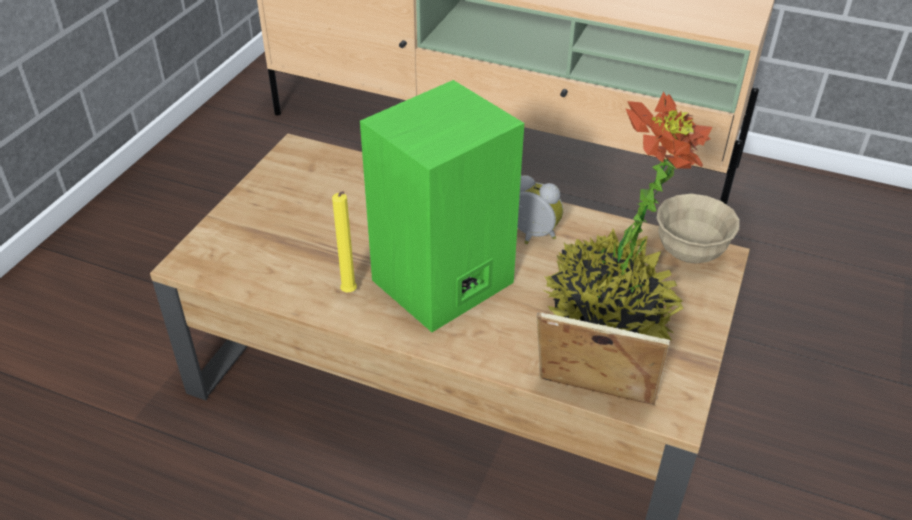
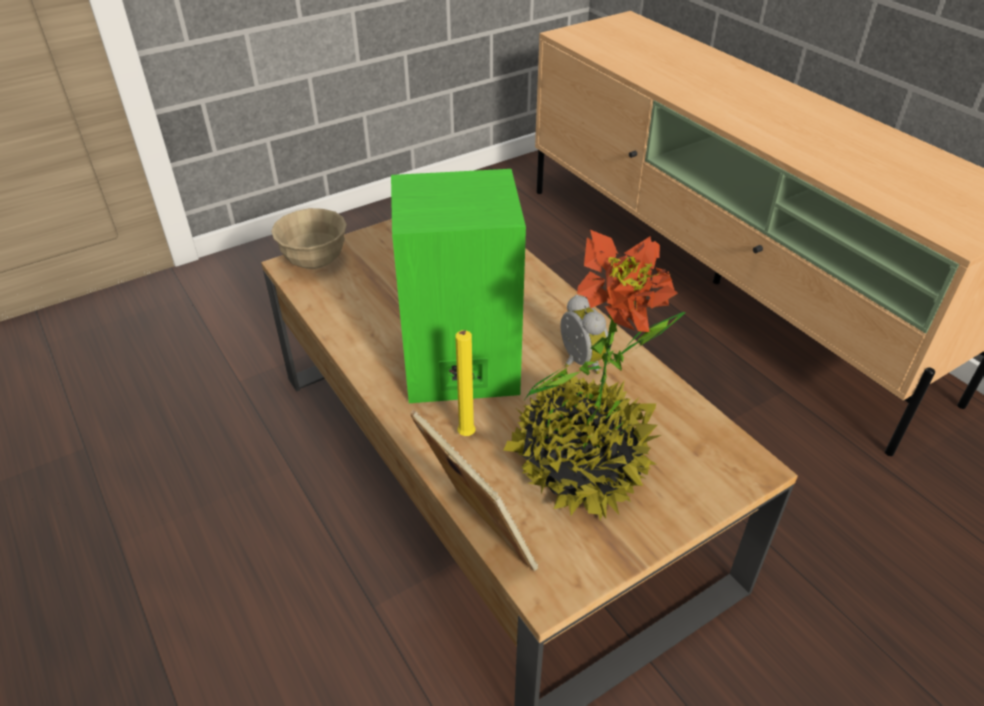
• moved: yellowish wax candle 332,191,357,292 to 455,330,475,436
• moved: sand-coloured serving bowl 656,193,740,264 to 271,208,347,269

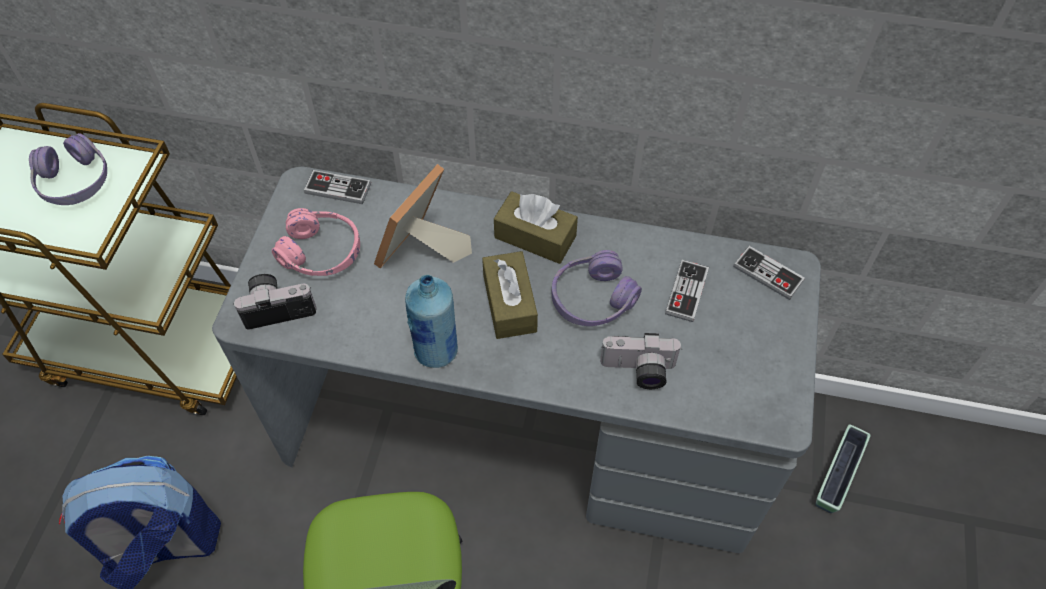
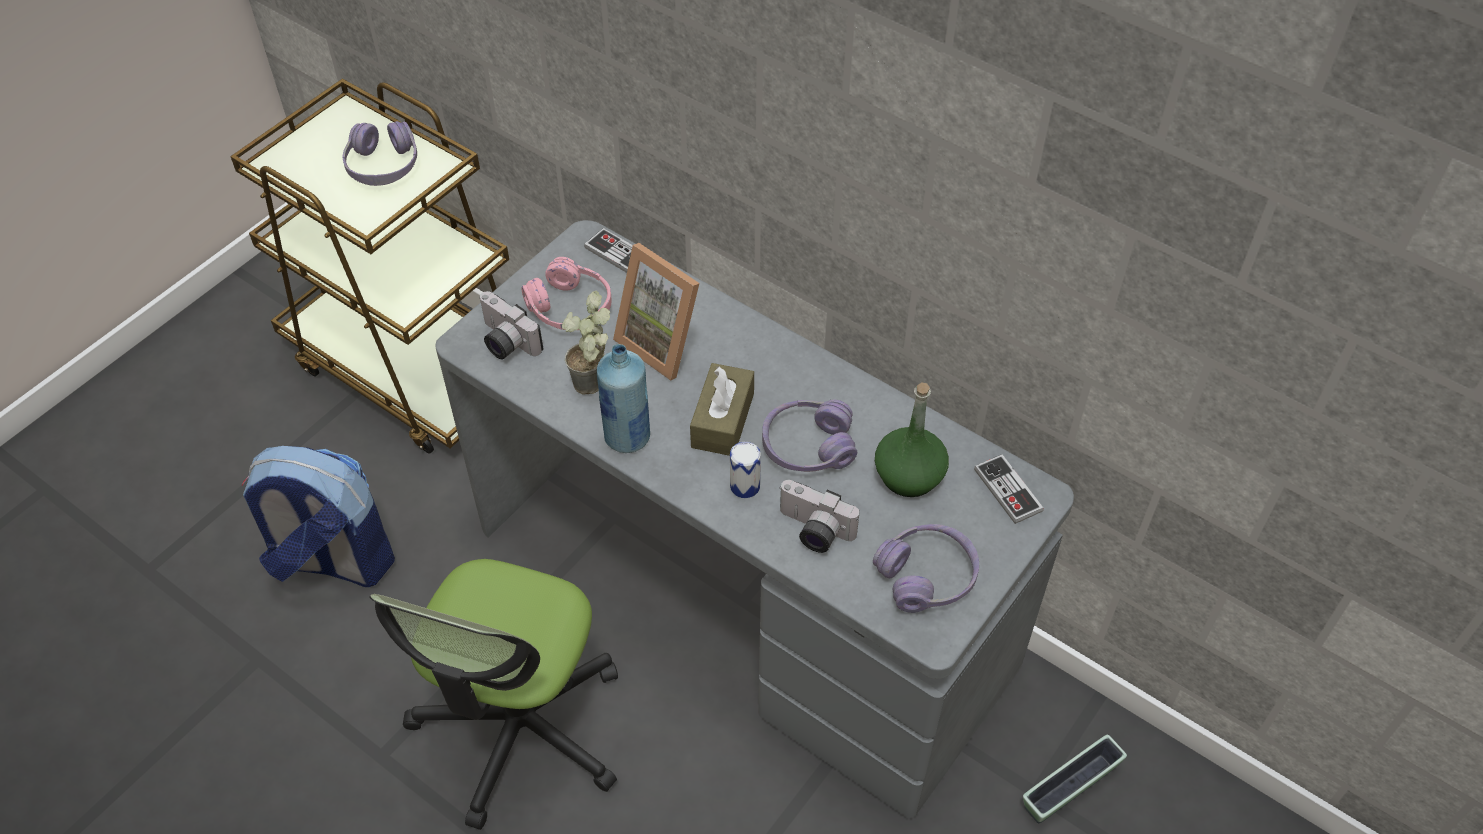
• turned: photo camera 233,274,316,330 = 479,291,543,359 150 degrees counterclockwise
• turned: picture frame 374,164,472,269 = 613,243,699,381 105 degrees counterclockwise
• removed: brownish box of tissues 494,191,578,264
• replaced: gamepad 665,260,709,322 to green beverage bottle 875,382,949,497
• added: potted plant 562,291,611,395
• added: sealed can 730,442,761,498
• added: purplish headset 873,524,979,613

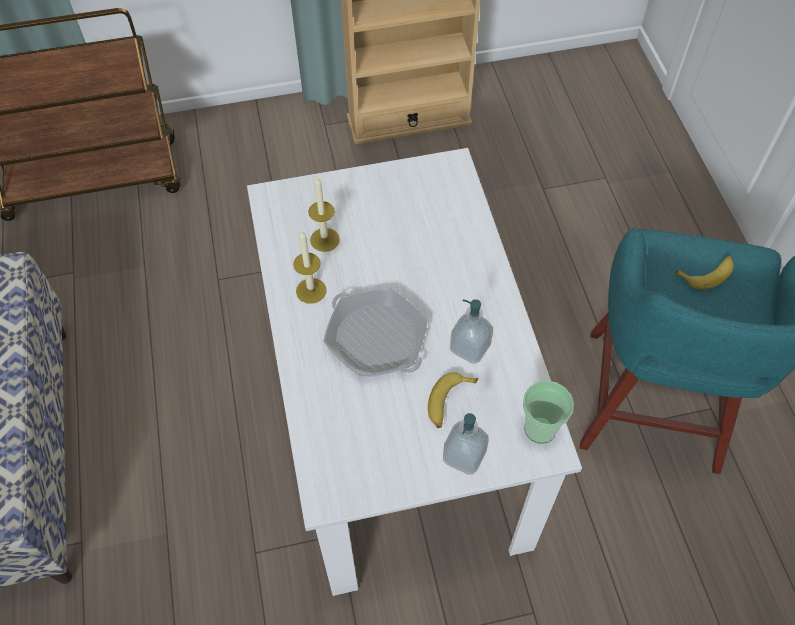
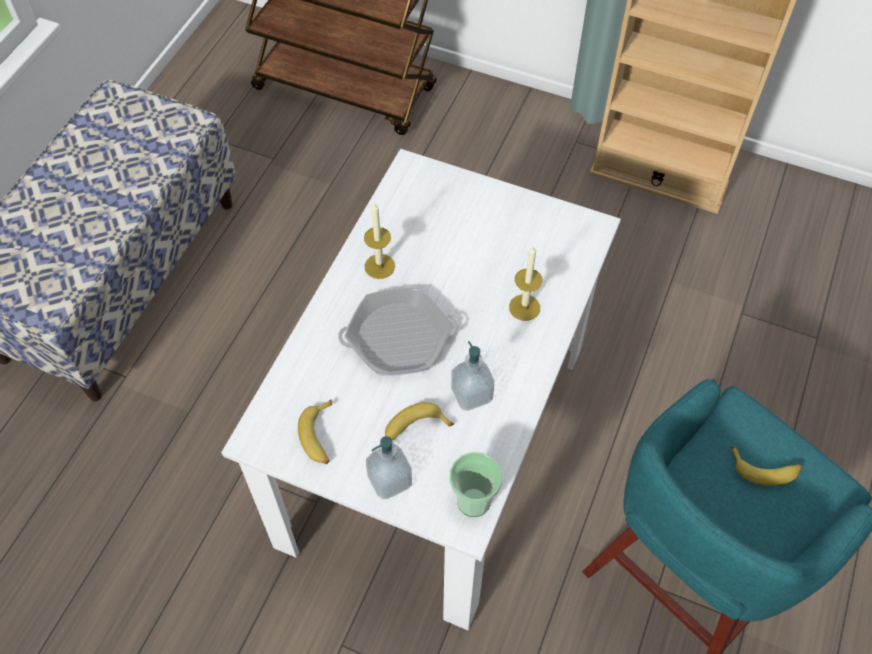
• moved: wax candle 308,177,340,252 to 509,246,542,321
• turned: pan 323,288,428,378 = 338,288,459,376 90 degrees counterclockwise
• added: whole banana 298,400,332,464

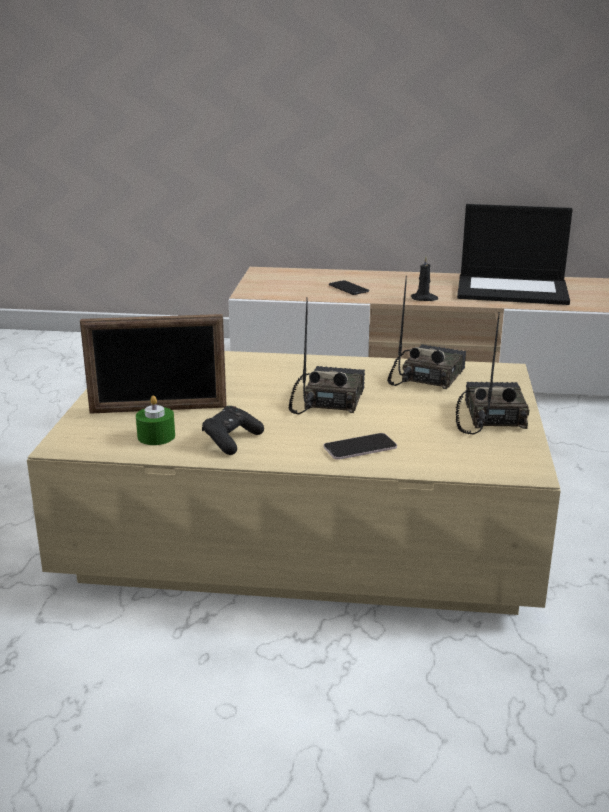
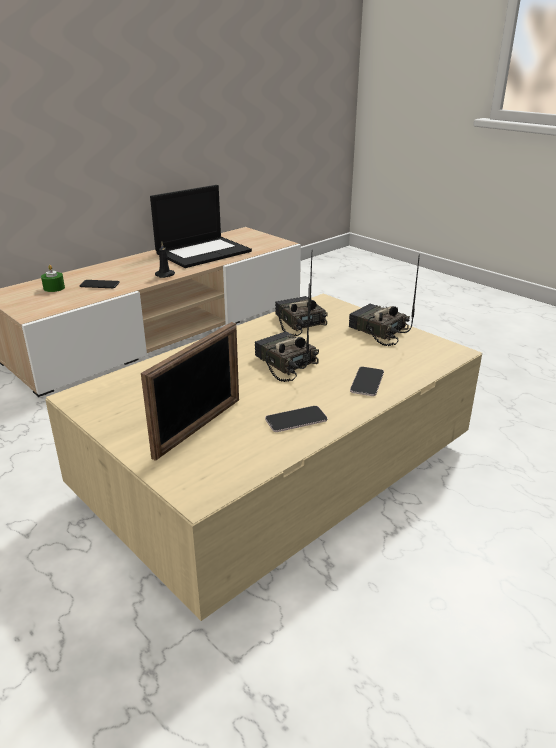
• moved: green wax candle 136,395,175,445 to 41,265,65,292
• replaced: black gamepad 202,406,264,455 to handset 265,406,327,432

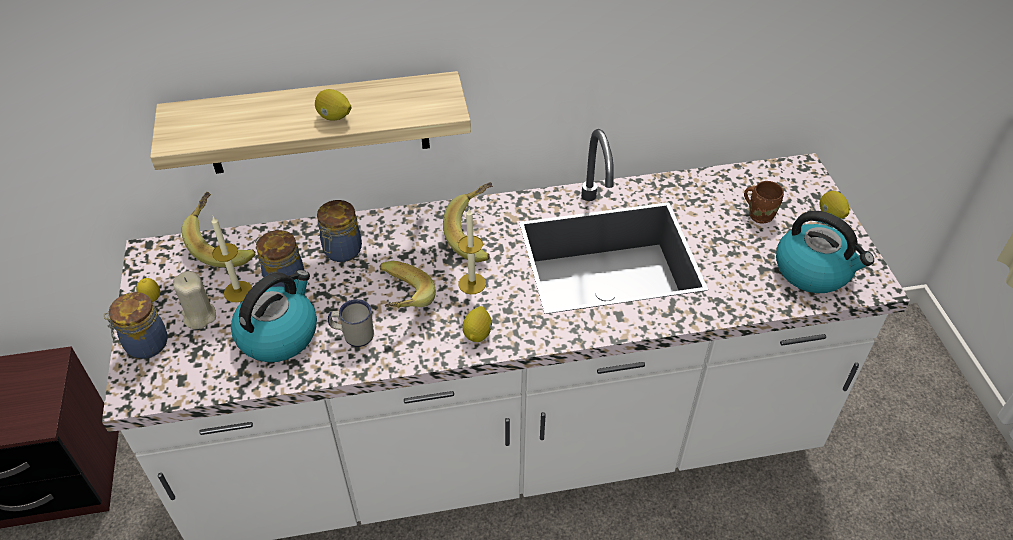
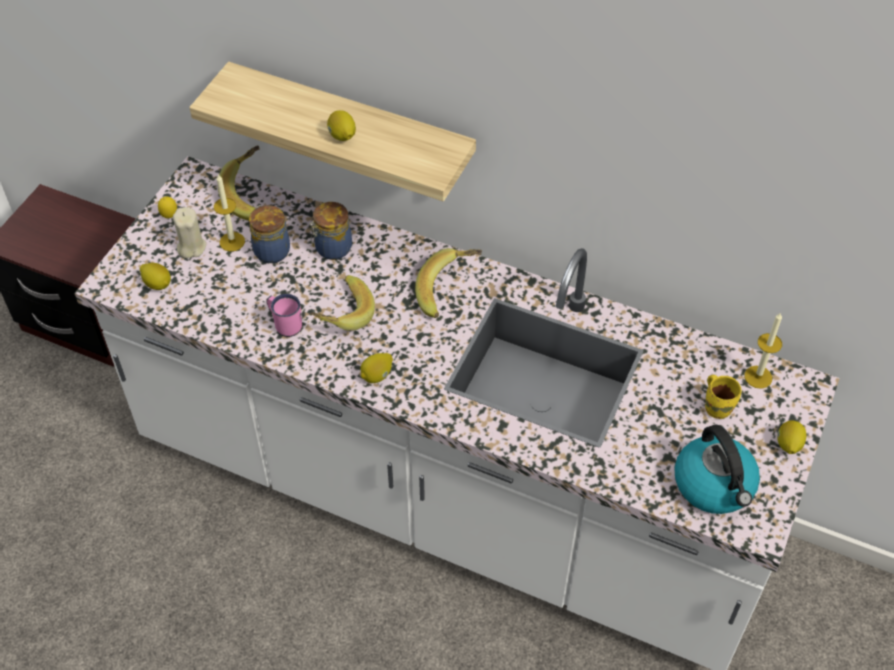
• removed: jar 104,292,168,359
• removed: kettle 231,270,317,362
• recoloured: white-coloured coffee mug 328,299,374,347 to pinkish coffee mug 266,294,302,337
• moved: wax candle 458,209,486,294 to 745,312,782,389
• recoloured: brownish coffee mug 744,181,784,223 to yellowish coffee mug 705,375,742,419
• added: lemon 140,263,171,290

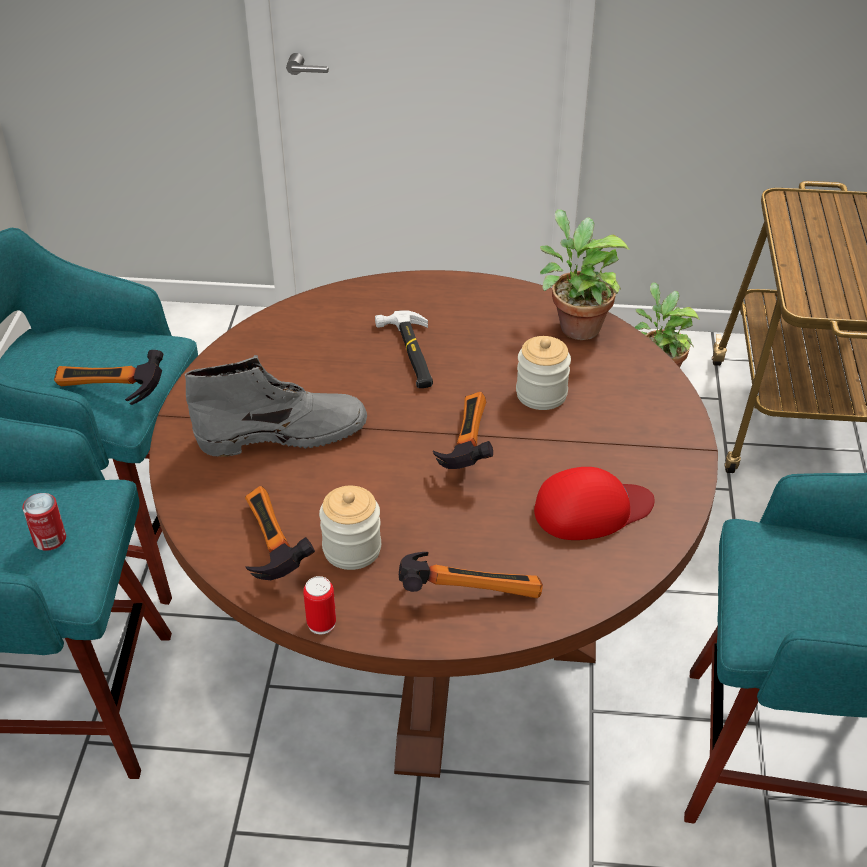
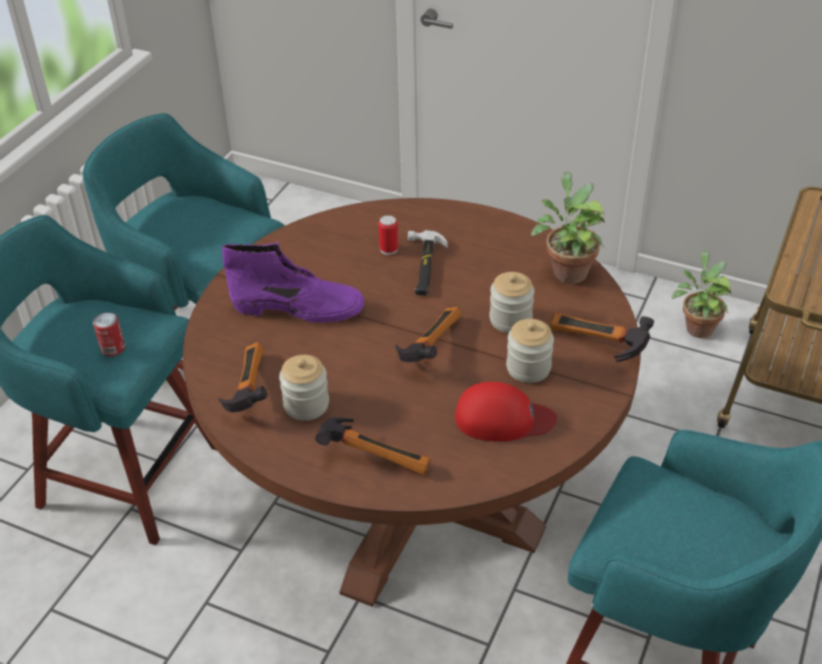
• moved: hammer 54,350,164,405 to 550,312,654,362
• recoloured: greyish high-top boot 185,355,367,457 to purplish high-top boot 221,242,364,323
• moved: sealed can 303,576,336,634 to 379,215,398,255
• added: jar 506,319,554,383

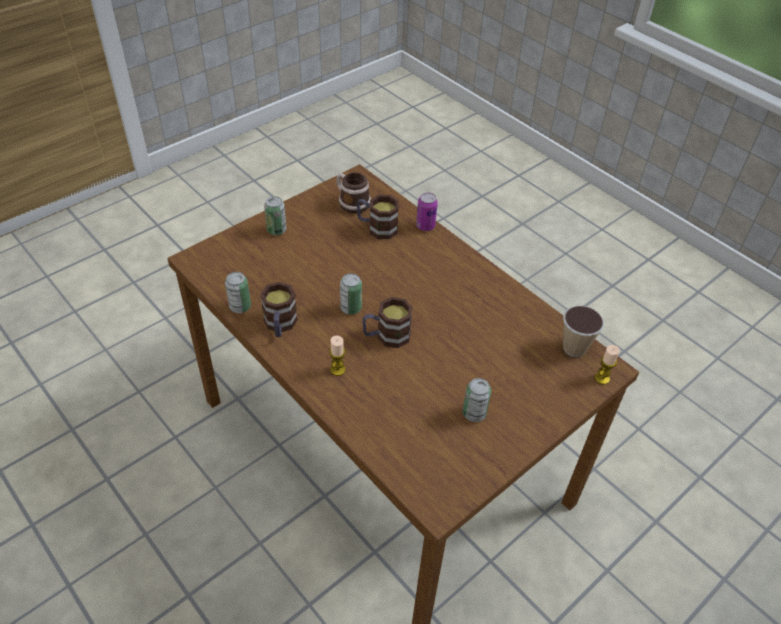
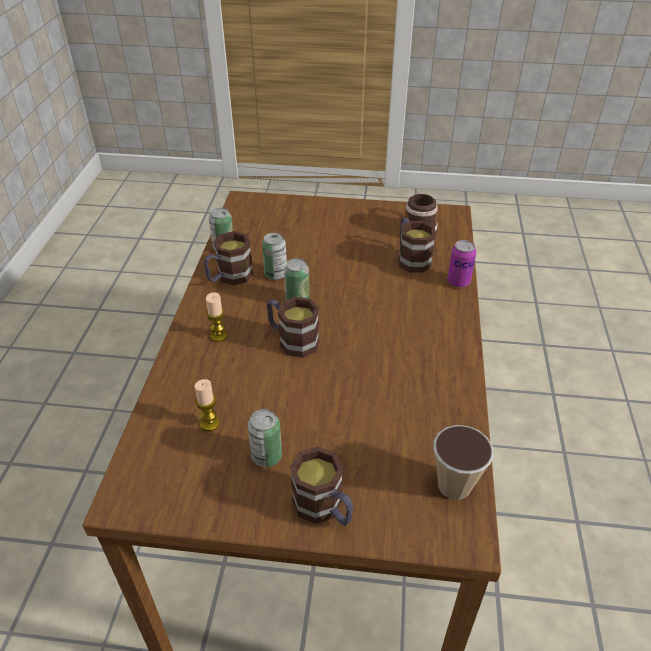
• moved: sealed can 264,196,286,235 to 262,233,287,280
• moved: wax candle 594,345,620,385 to 194,379,220,431
• added: coffee mug 290,447,353,526

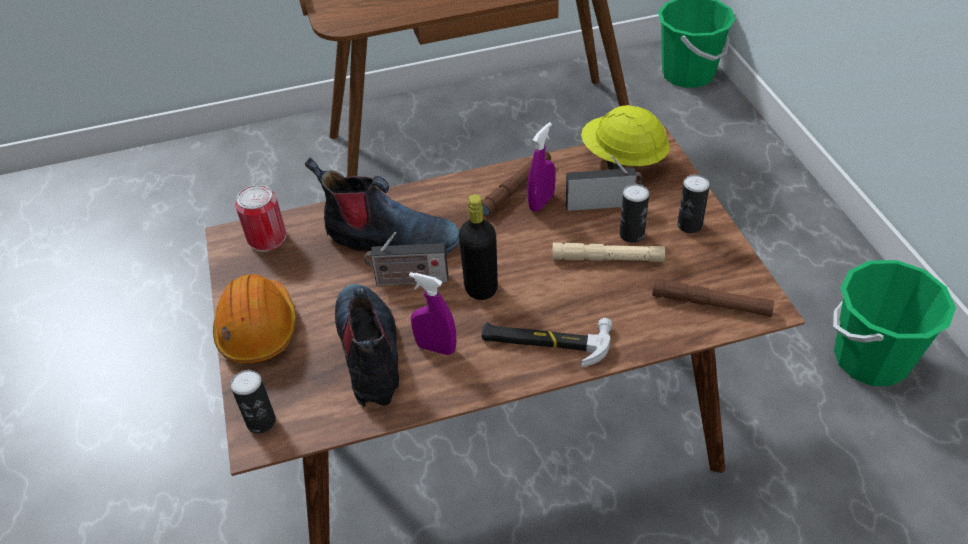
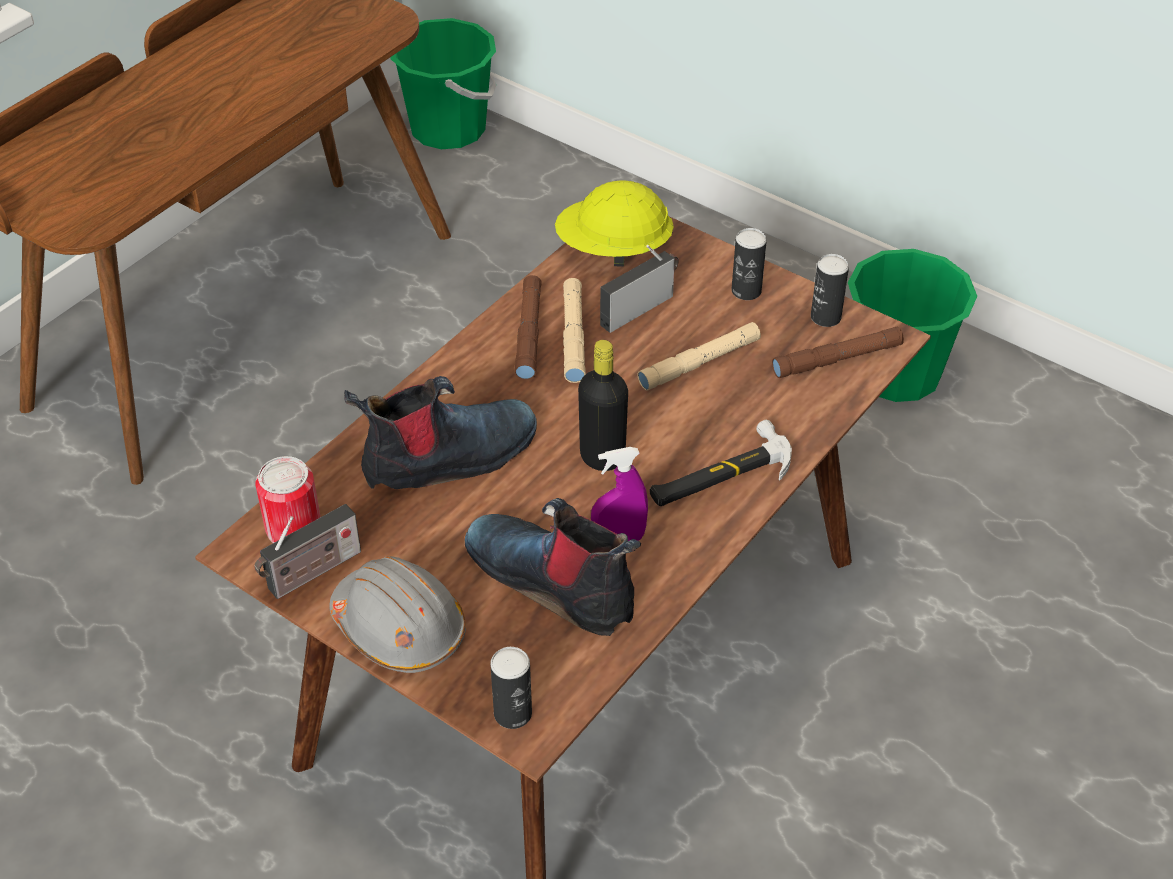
• recoloured: orange-coloured work helmet 213,274,296,363 to greyish work helmet 329,556,466,673
• moved: radio receiver 364,232,448,286 to 254,504,361,599
• replaced: purplish spray bottle 528,122,556,212 to sand-coloured torch 563,278,586,383
• moved: sealed can 620,184,649,243 to 811,254,849,327

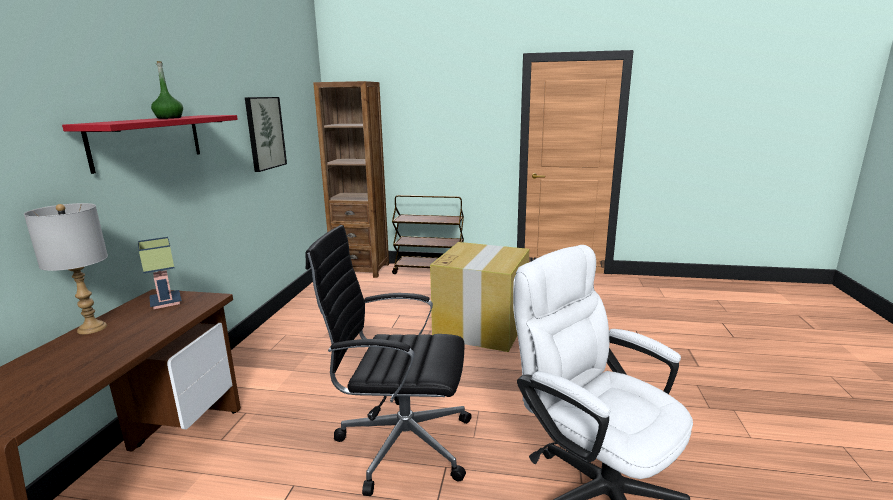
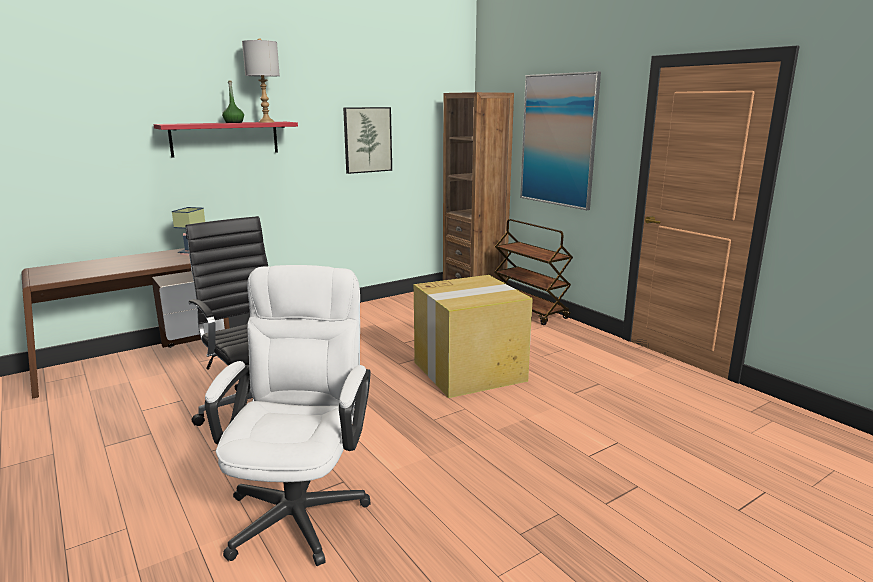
• moved: greyish tabletop lamp 24,203,108,334 to 242,38,280,123
• added: picture 520,71,601,210

